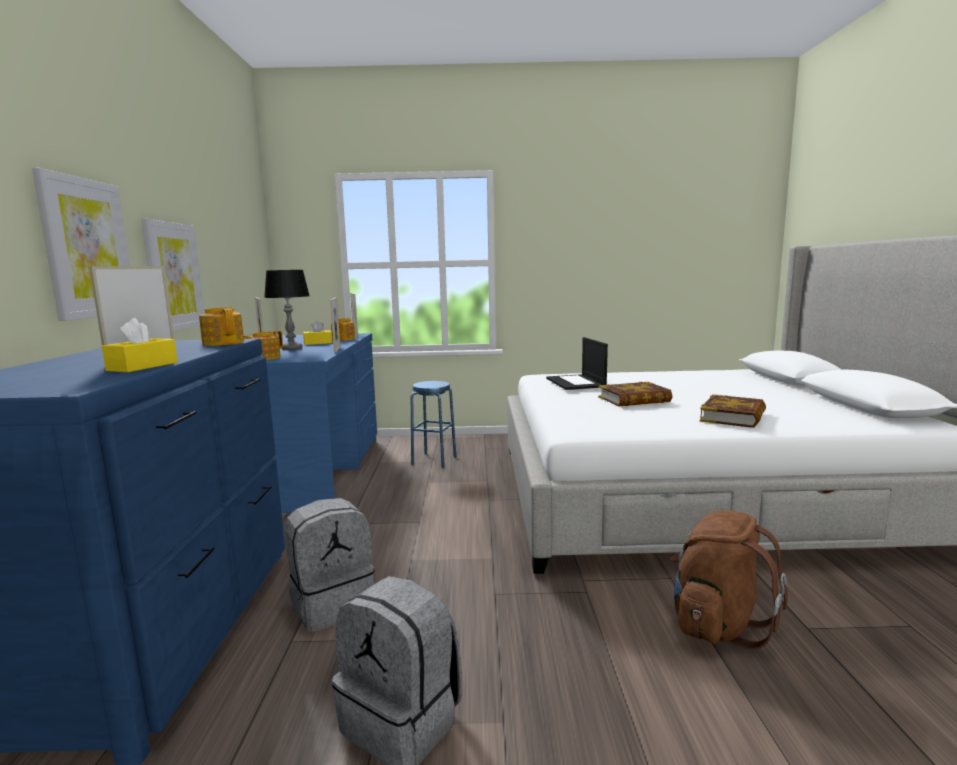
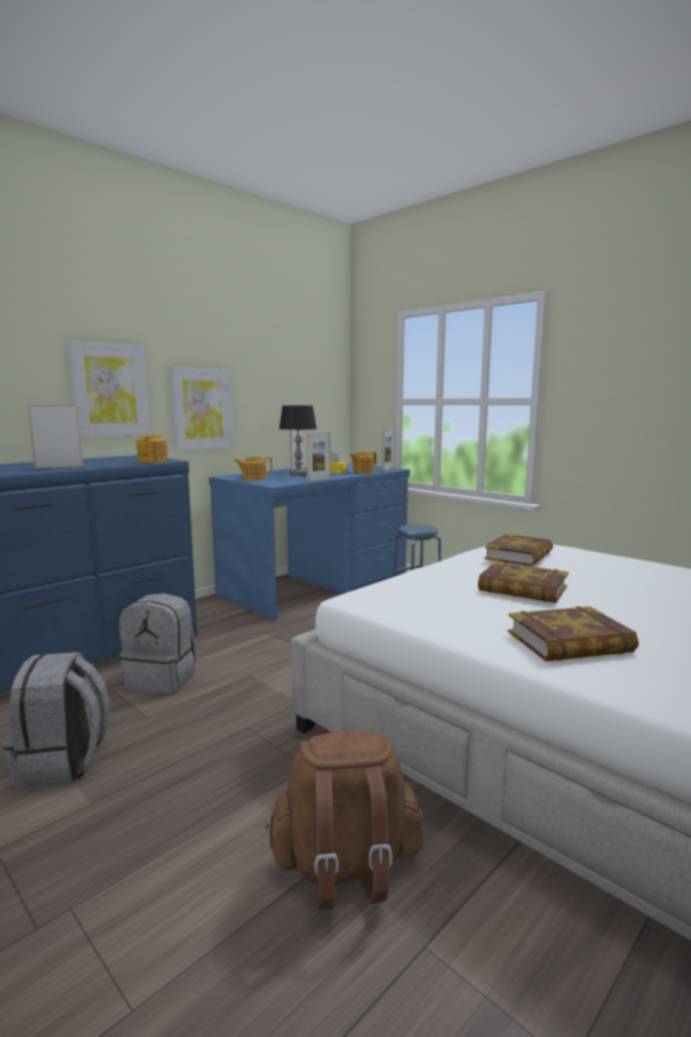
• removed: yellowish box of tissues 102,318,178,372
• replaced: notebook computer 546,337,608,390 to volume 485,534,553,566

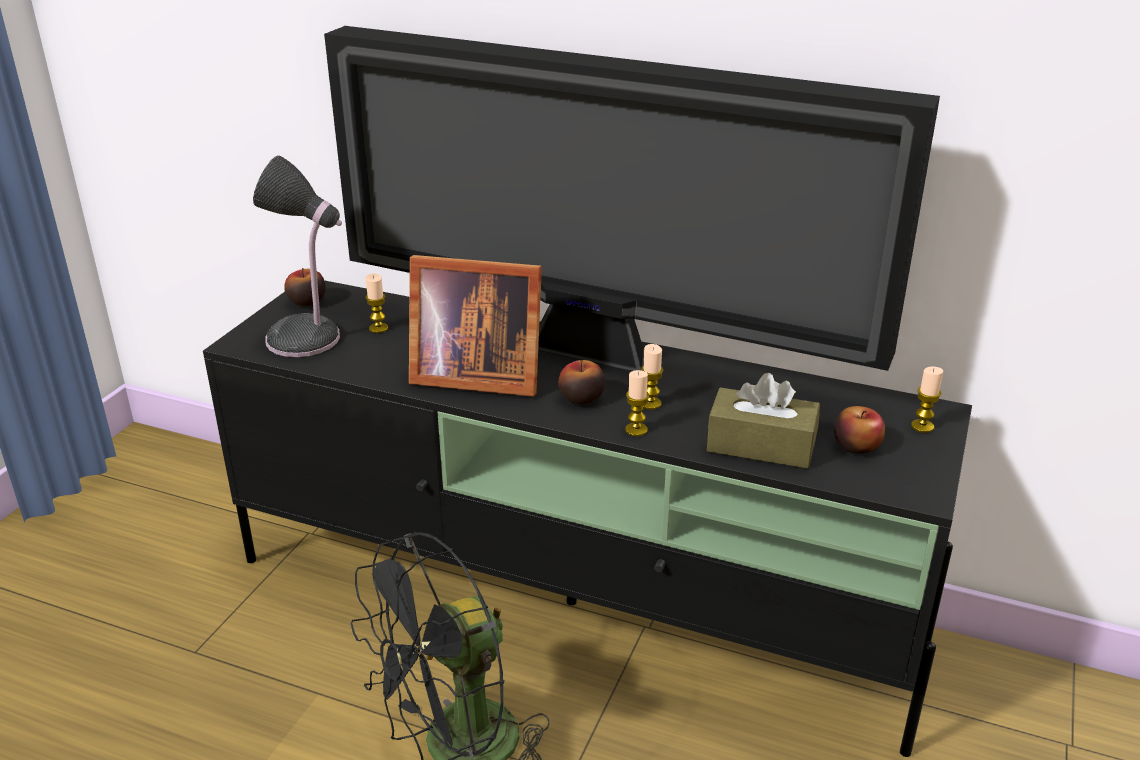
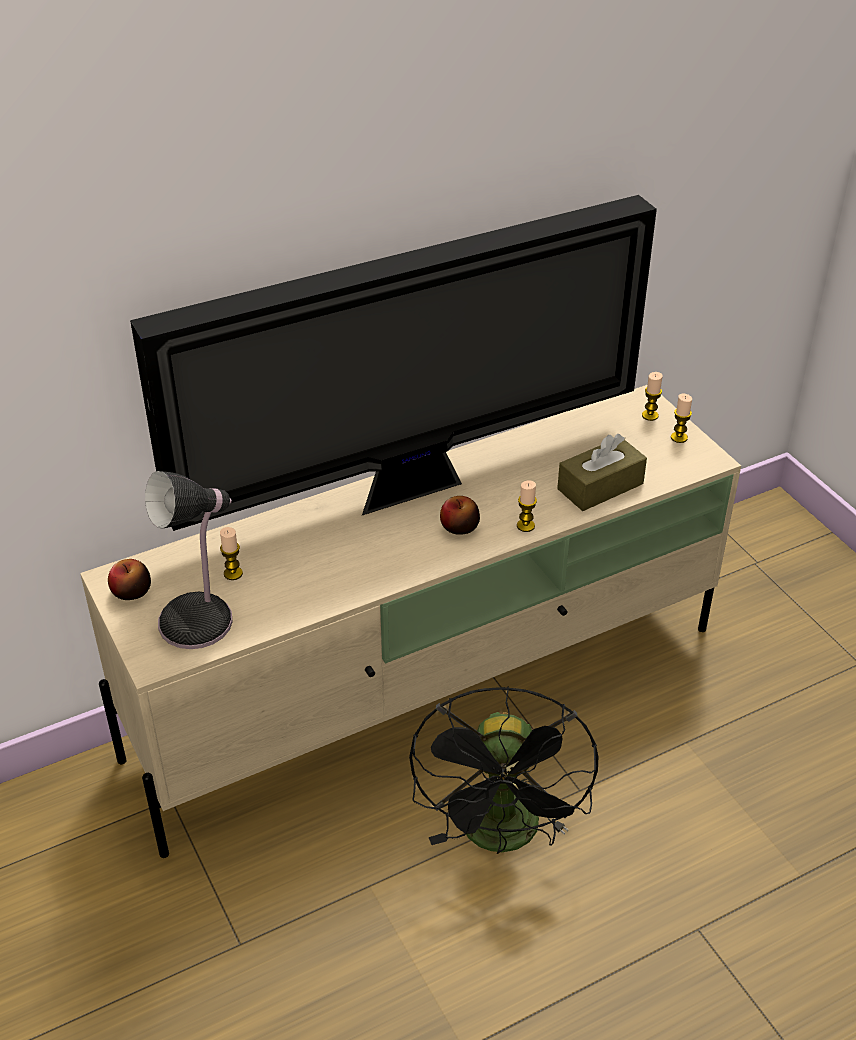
• recoloured: black media console 203,280,972,757 to sand-coloured media console 80,385,741,858
• removed: picture frame 409,255,542,397
• moved: wax candle 641,344,663,410 to 671,394,692,443
• removed: whole apple 834,406,885,454

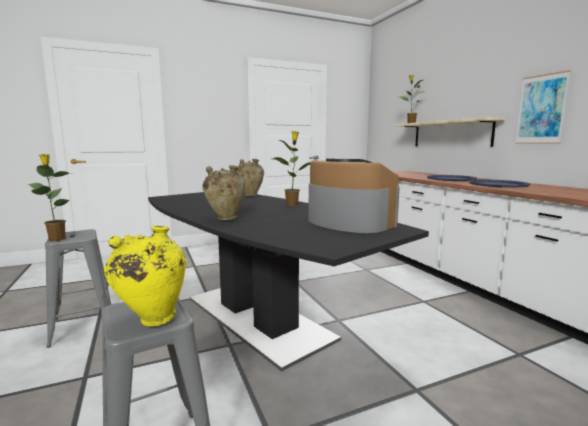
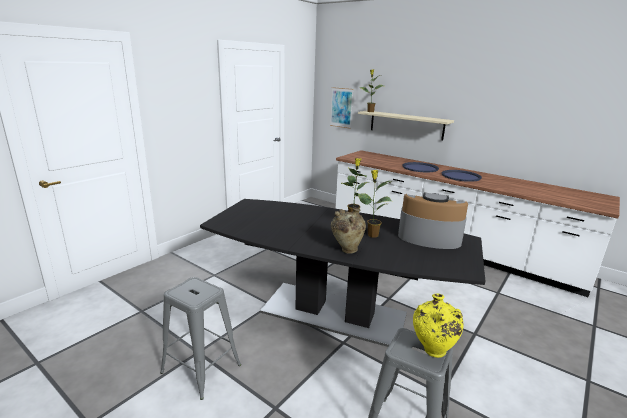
• moved: potted plant 28,154,72,241 to 358,170,392,237
• removed: sand-coloured vase 237,159,264,196
• moved: picture 515,70,571,144 to 330,87,354,129

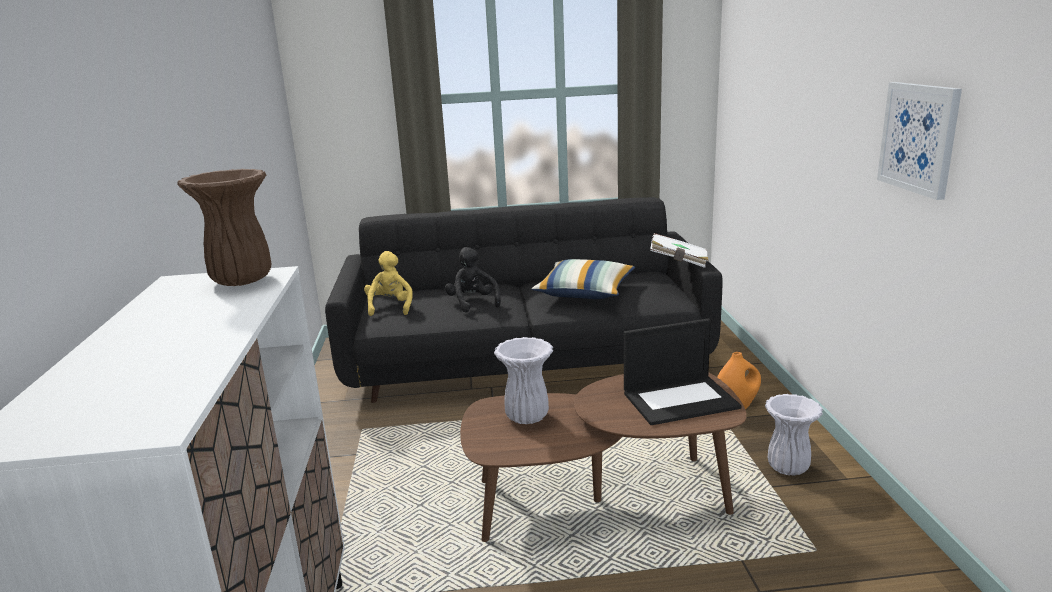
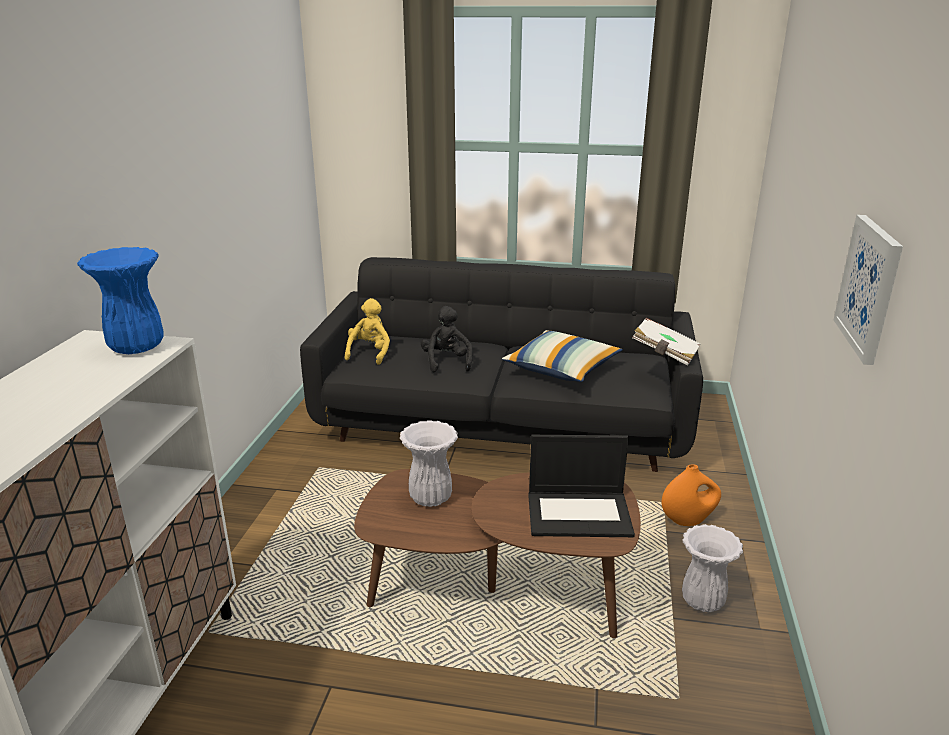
• recoloured: brownish vase 177,169,271,286 to bluish vase 77,247,164,354

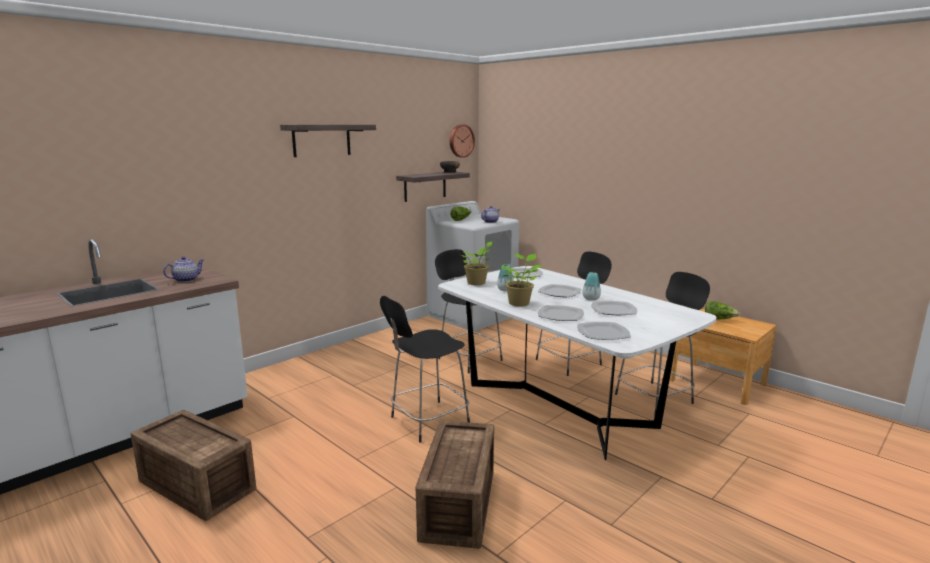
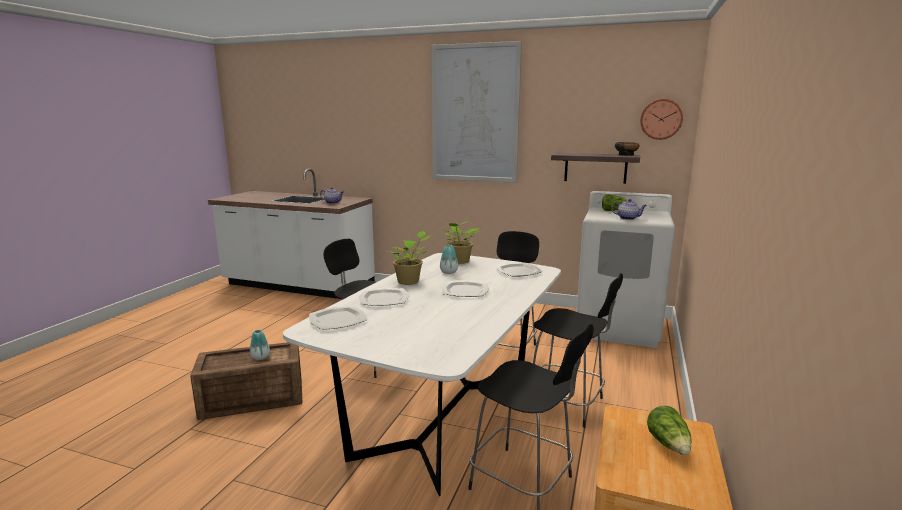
• removed: packing crate 131,410,256,521
• replaced: bracket shelf 280,125,376,157 to picture 431,41,522,183
• moved: vase 582,272,601,301 to 250,330,270,360
• removed: dinner plate 591,301,637,315

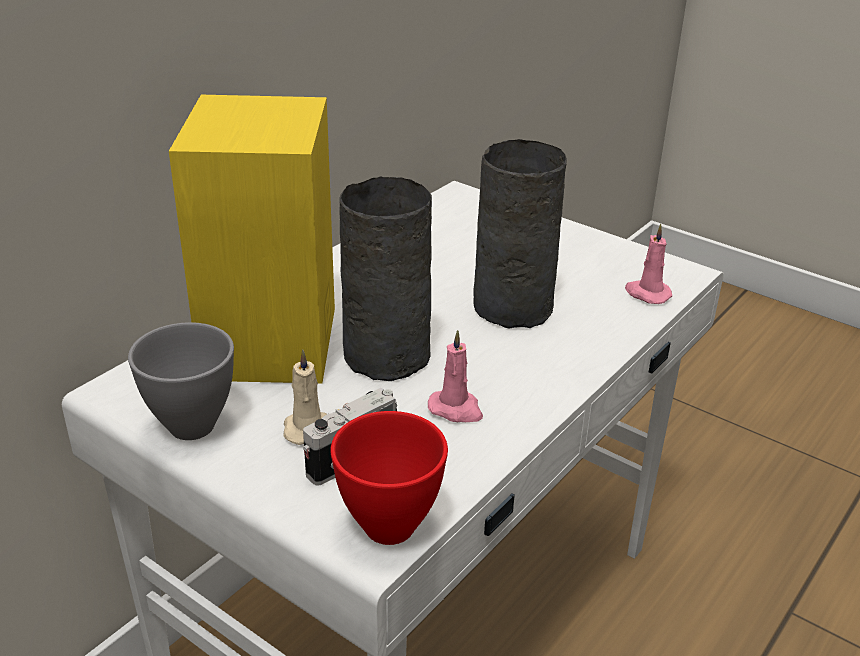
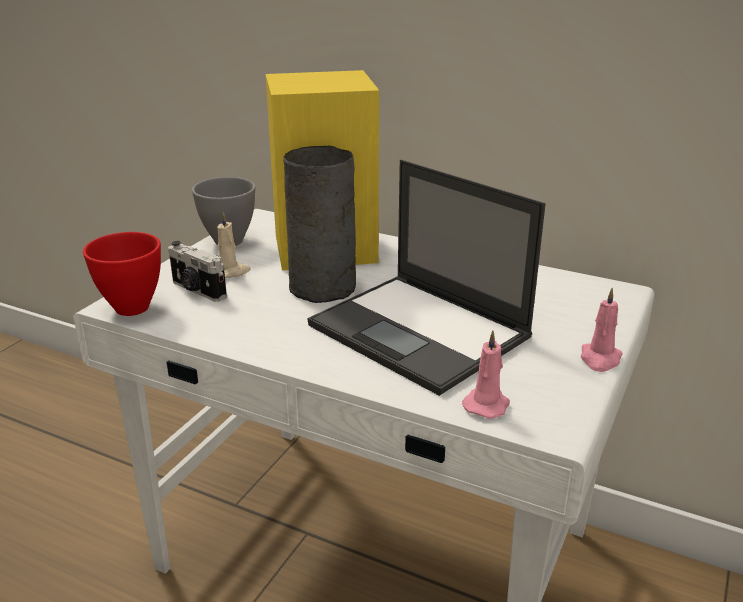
• moved: pinkish wax candle 428,330,483,422 to 581,288,623,372
• replaced: greyish vase 473,139,567,328 to notebook computer 308,160,546,396

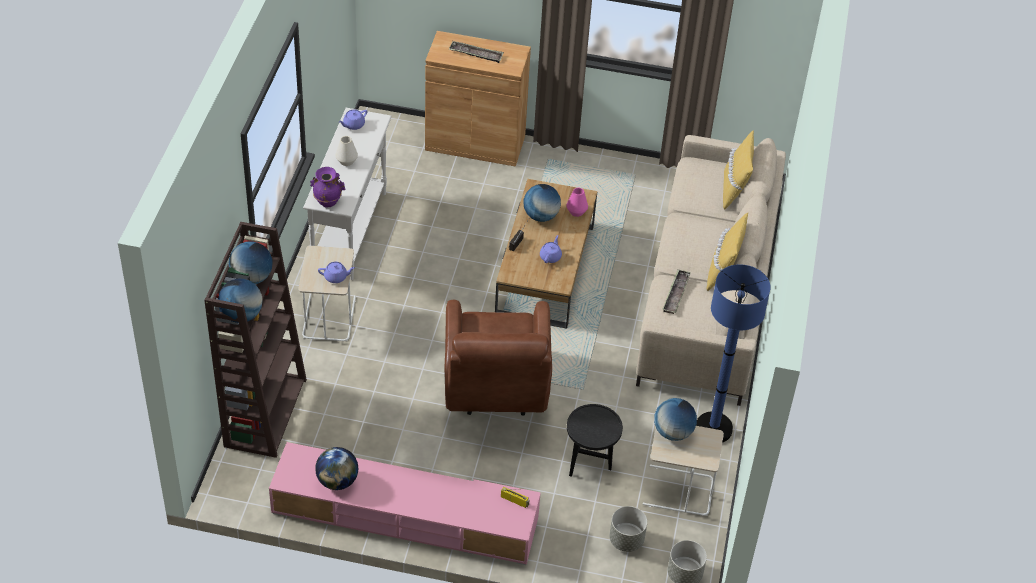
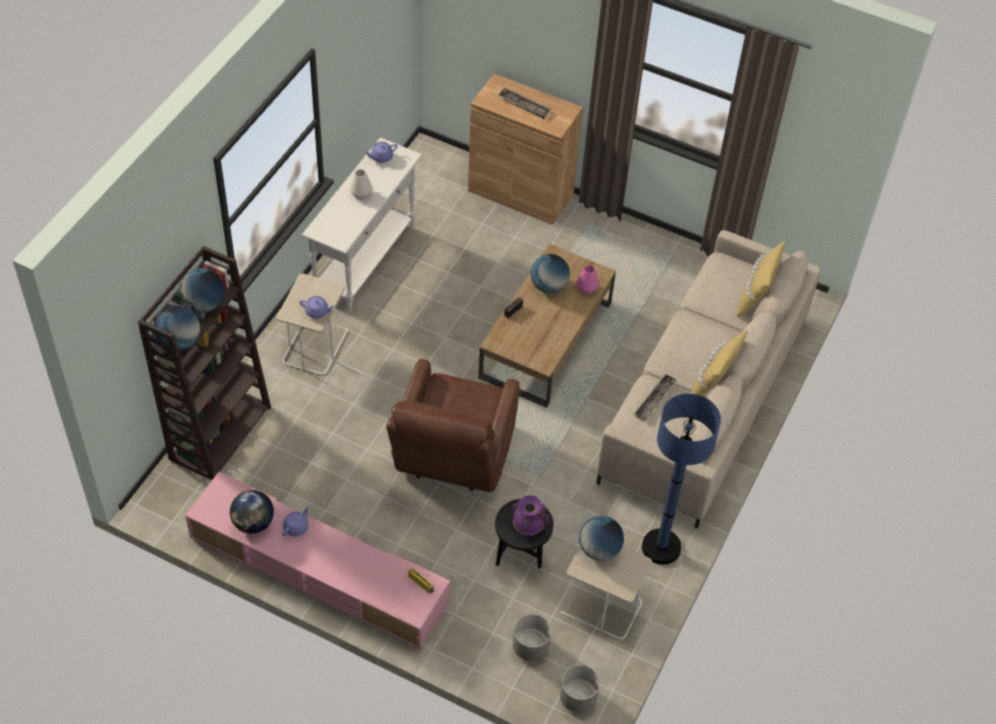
• moved: purplish vase 310,167,345,208 to 512,495,549,537
• moved: purplish pot for tea 540,235,562,263 to 282,505,310,536

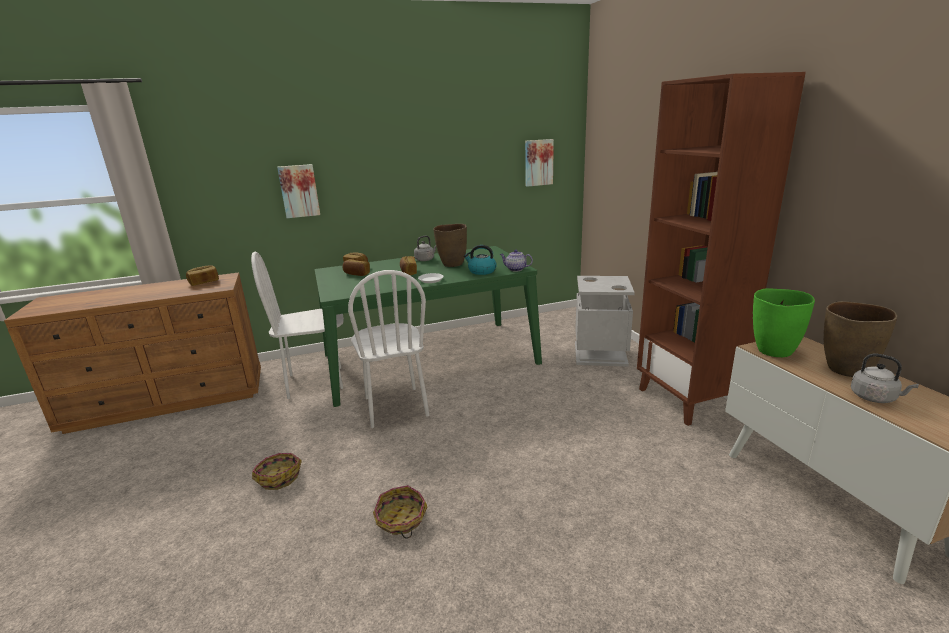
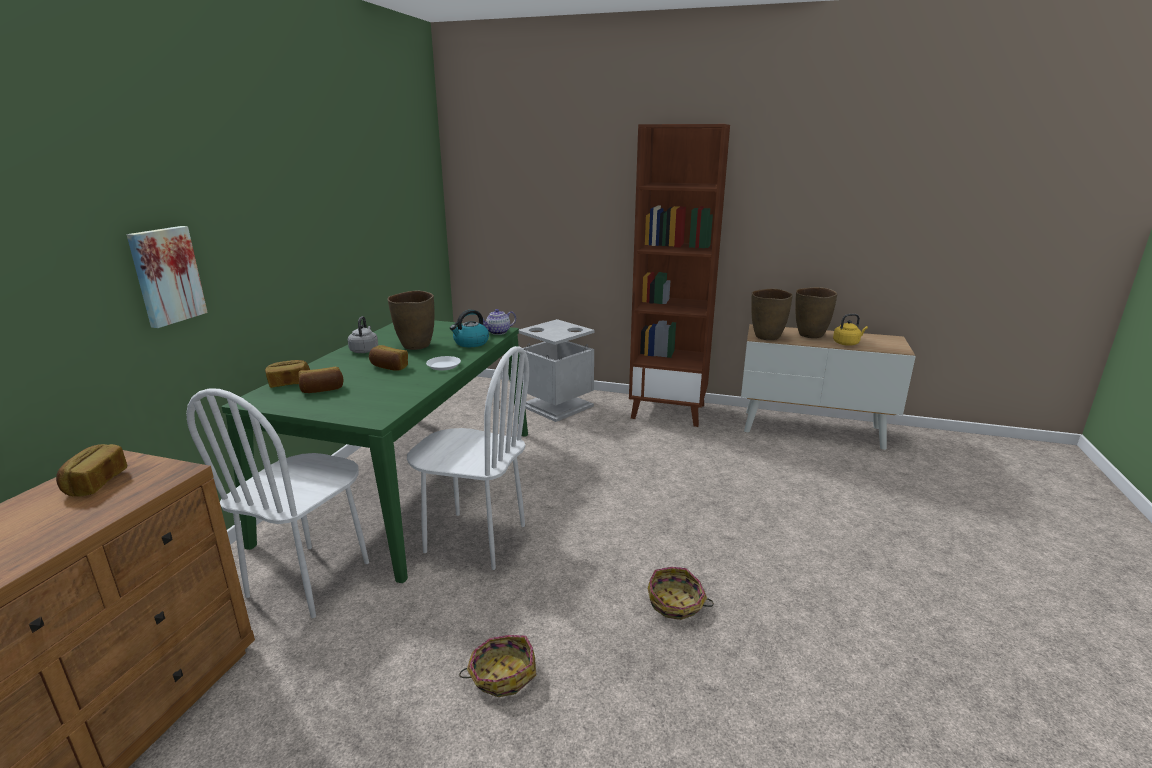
• removed: picture 525,139,554,187
• recoloured: green vase 753,289,815,357 to brownish vase 751,289,793,340
• recoloured: greyish kettle 851,354,919,403 to yellowish kettle 833,314,868,346

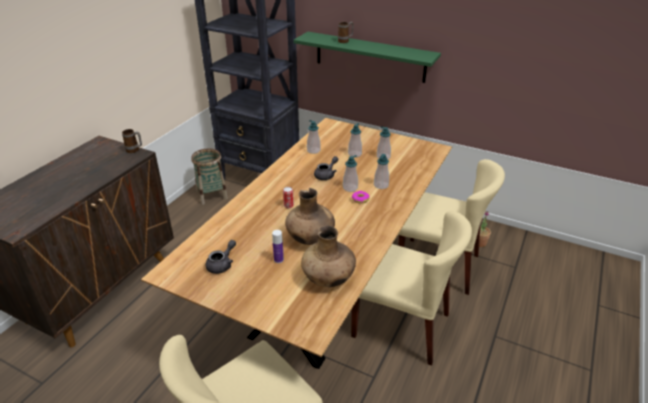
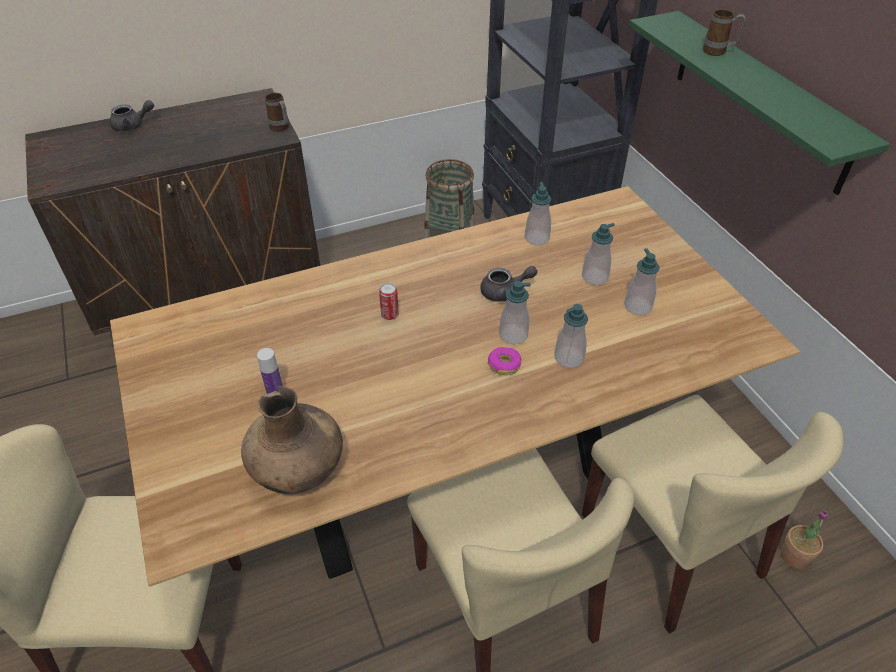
• moved: greyish pot for tea 206,240,236,274 to 110,100,154,131
• removed: brownish vase 285,188,335,245

